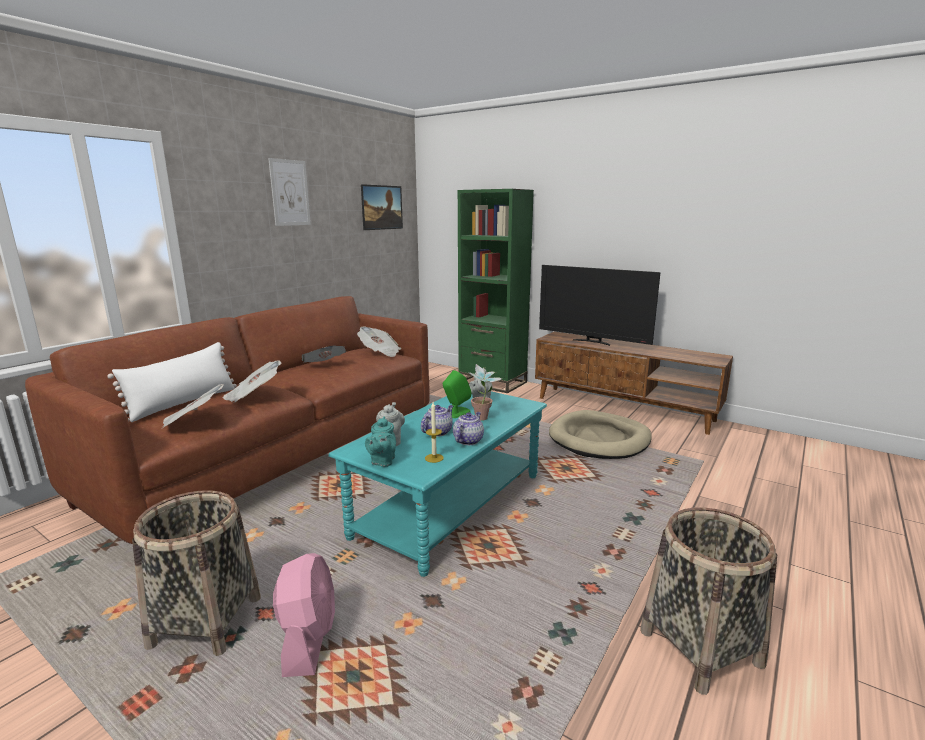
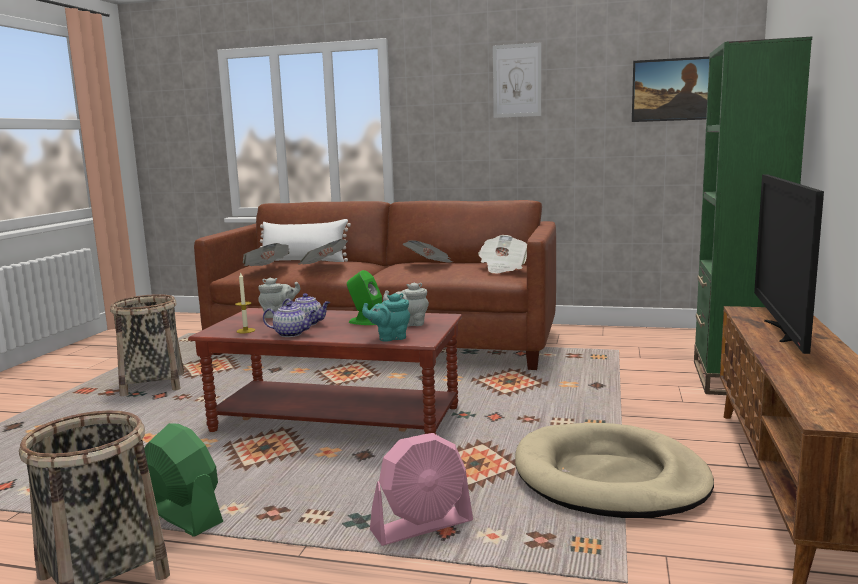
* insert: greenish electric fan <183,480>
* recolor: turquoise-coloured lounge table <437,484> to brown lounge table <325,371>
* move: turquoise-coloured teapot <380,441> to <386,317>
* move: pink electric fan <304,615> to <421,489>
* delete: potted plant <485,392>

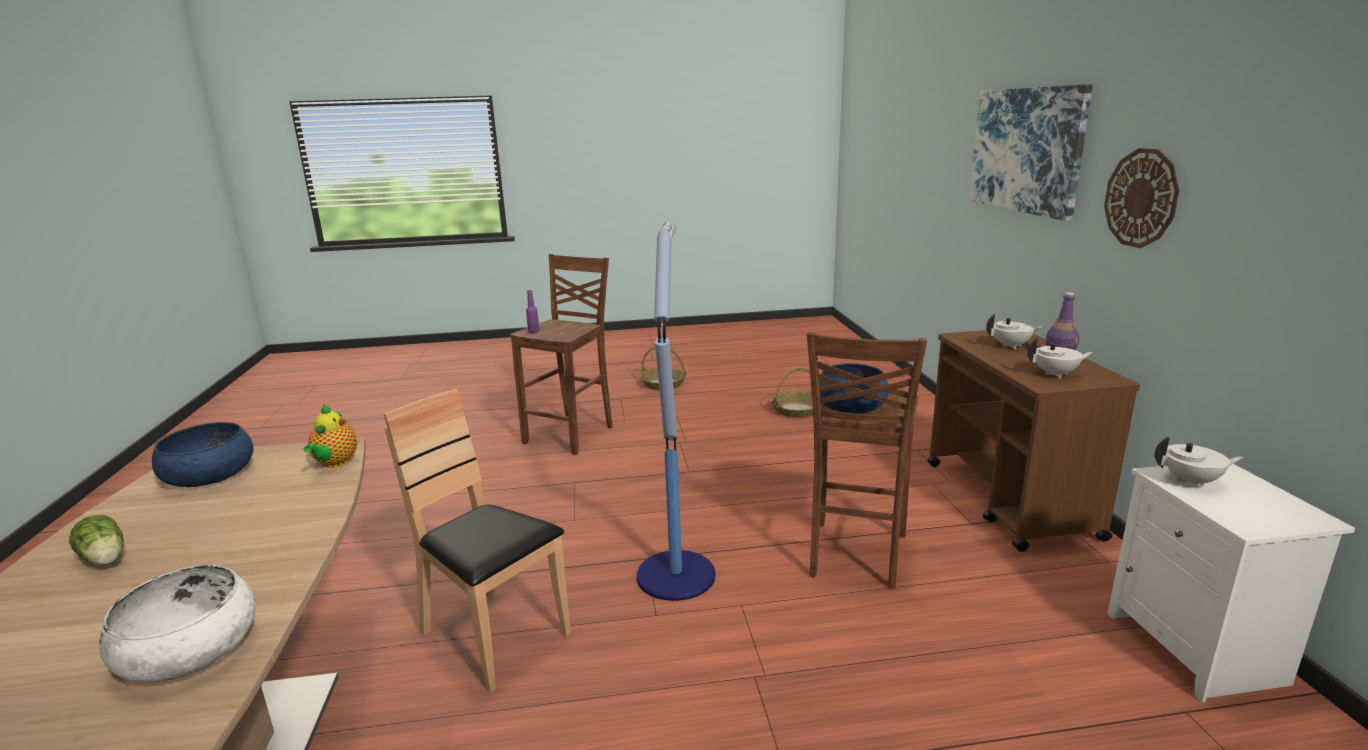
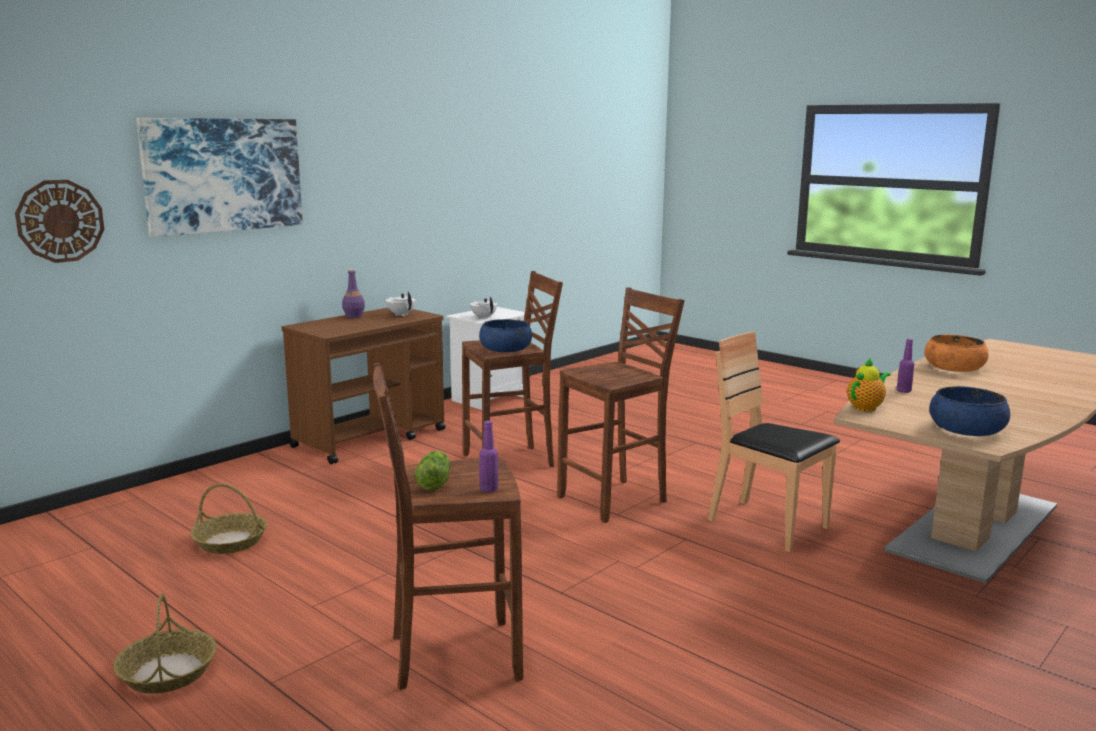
* move: wall clock <1142,198> to <59,221>
* move: lettuce <96,540> to <432,470>
* replace: standard lamp <676,411> to brown stool seat <621,405>
* rotate: brown chair <477,540> = <773,441> 135 degrees clockwise
* insert: purple bottle <905,366>
* recolor: whitish deep dish <177,623> to orangey deep dish <956,353>
* delete: whitish teapot <1014,331>

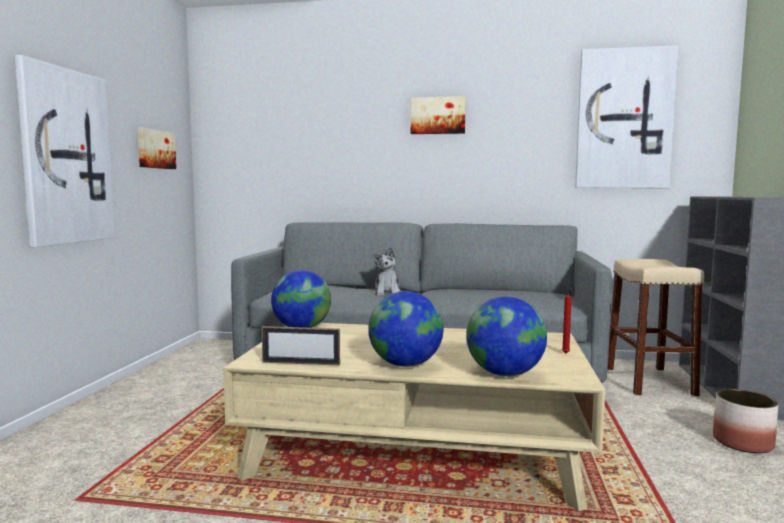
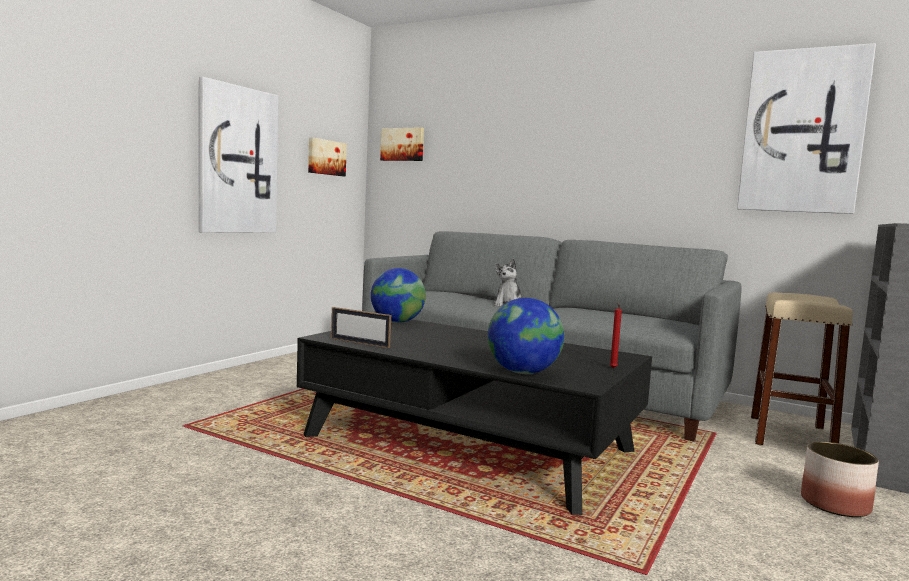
* recolor: beige lounge table <414,417> to blackish lounge table <474,417>
* move: wall picture <438,115> to <402,144>
* delete: desk globe <405,329>

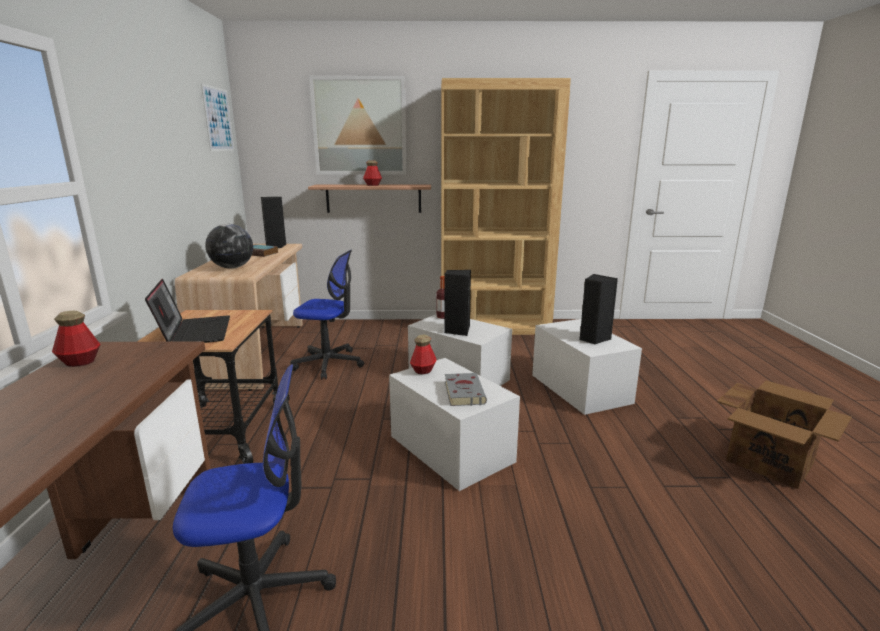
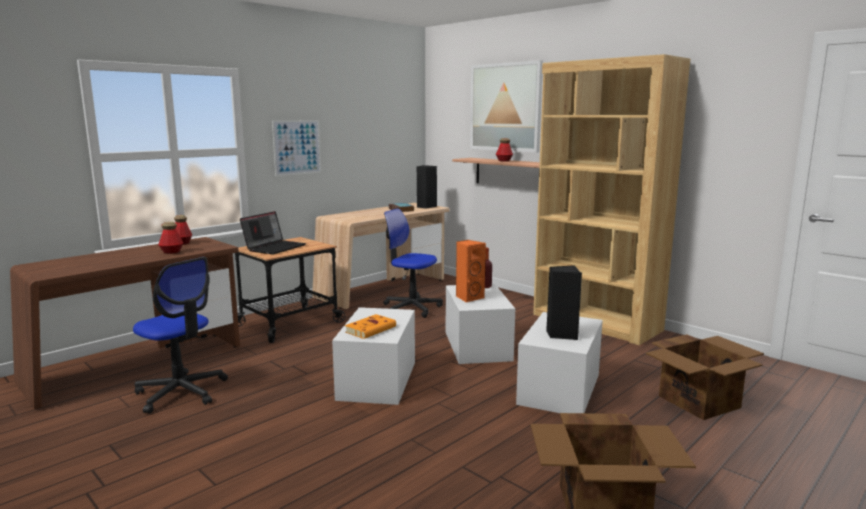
* move: bottle <423,355> to <170,238>
* move: wall picture <217,117> to <296,148>
* recolor: grey volume <466,389> to orangey volume <370,326>
* rotate: office chair <327,315> = <413,263> 150 degrees clockwise
* recolor: blackish audio speaker <457,303> to orangey audio speaker <471,271>
* insert: packing box <705,377>
* delete: desk globe <229,246>

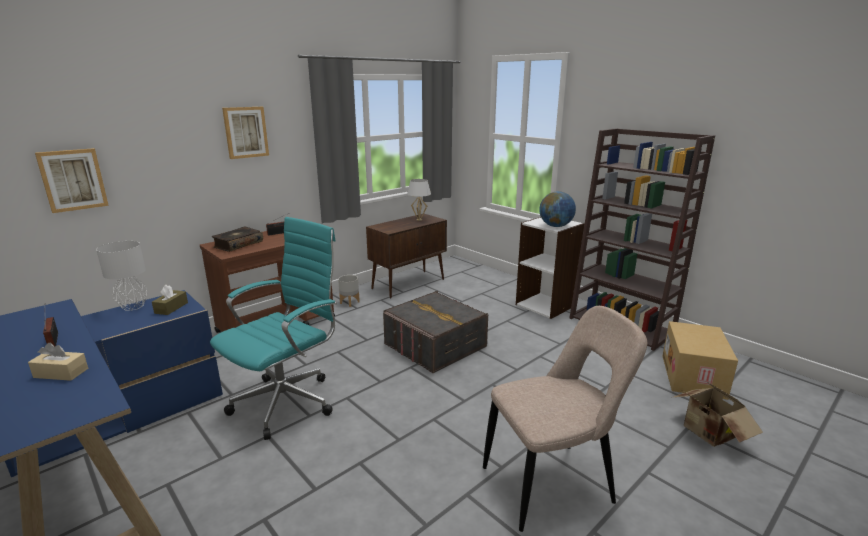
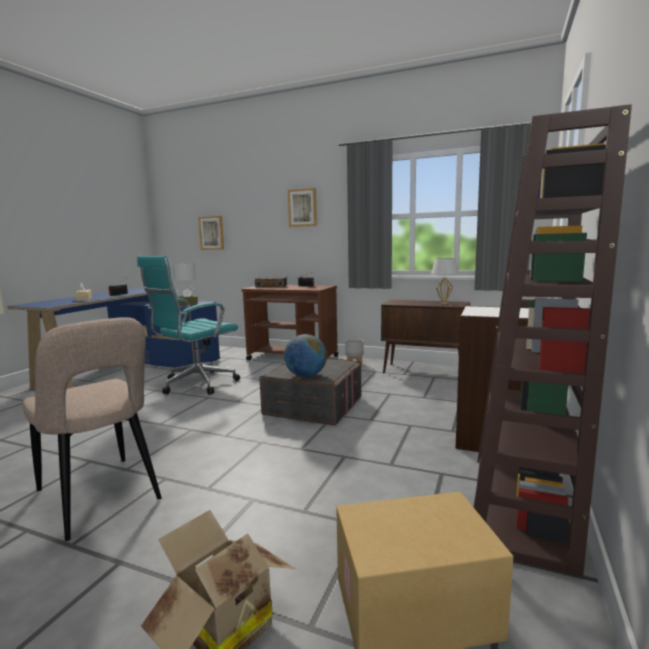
* rotate: turquoise-coloured office chair <273,328> = <188,325> 120 degrees clockwise
* move: desk globe <557,209> to <305,355>

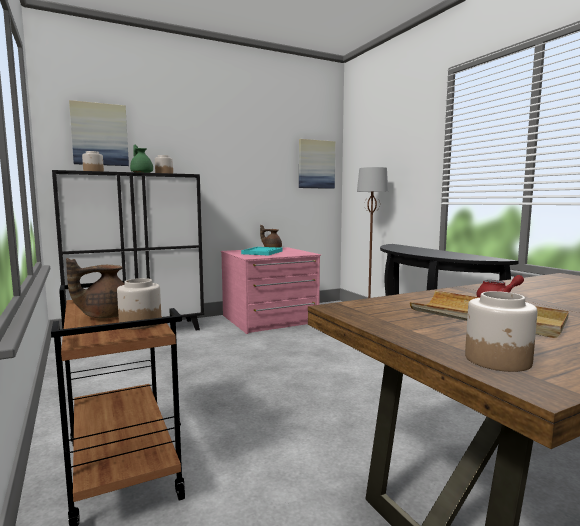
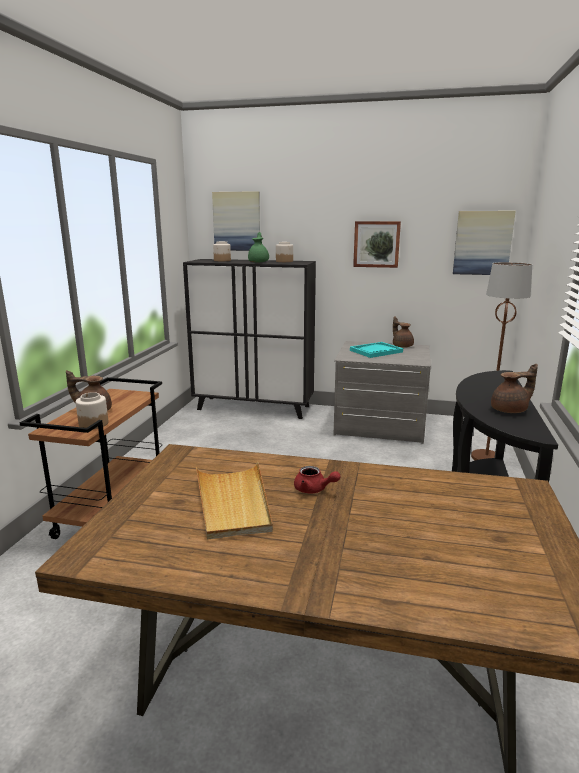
* recolor: pink dresser <271,290> to grey dresser <382,392>
* insert: wall picture <377,244>
* insert: brown teapot <514,388>
* delete: storage jar <501,331>

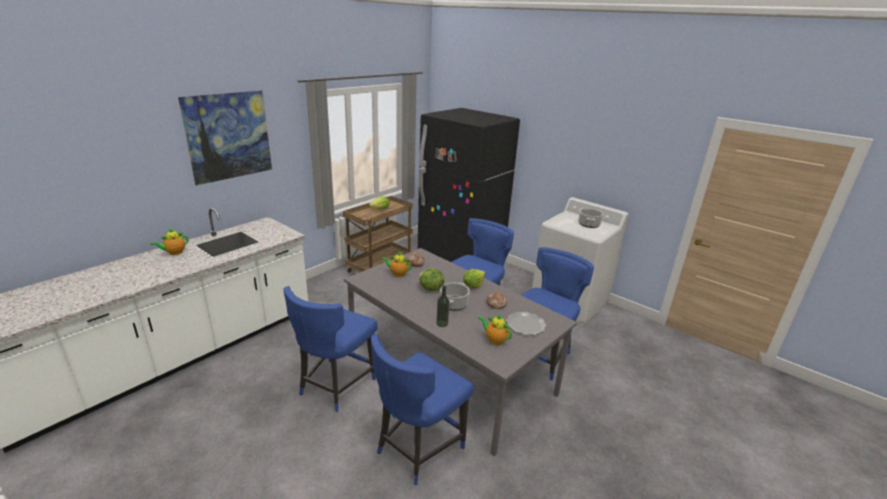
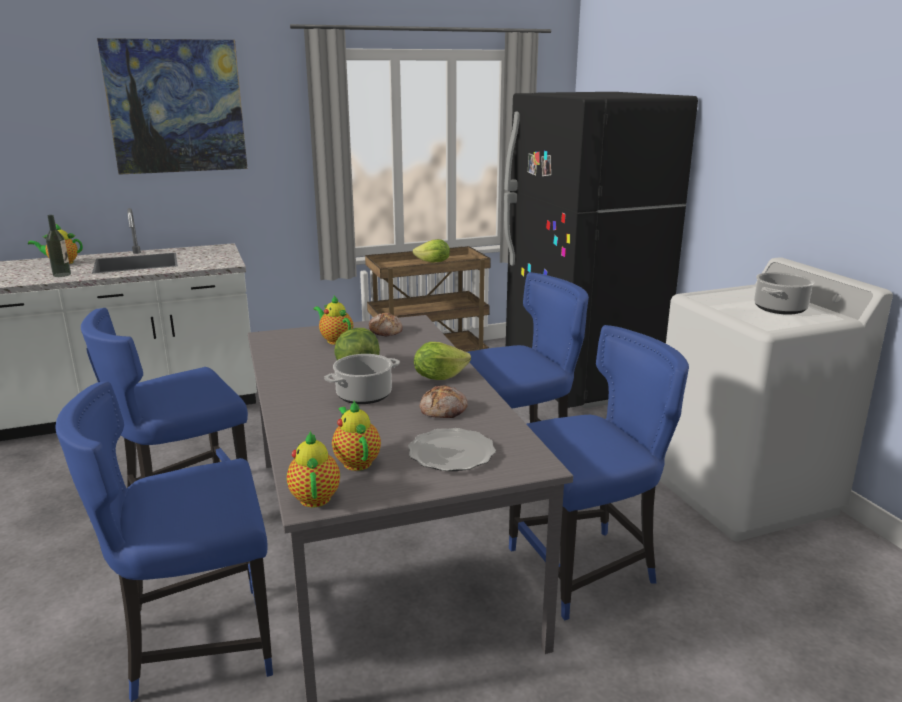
* move: bottle <442,306> to <58,246>
* insert: teapot <313,469>

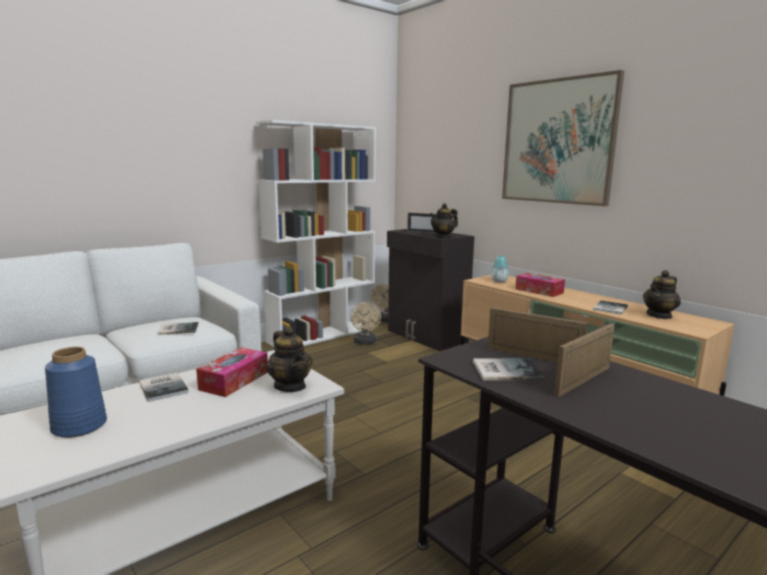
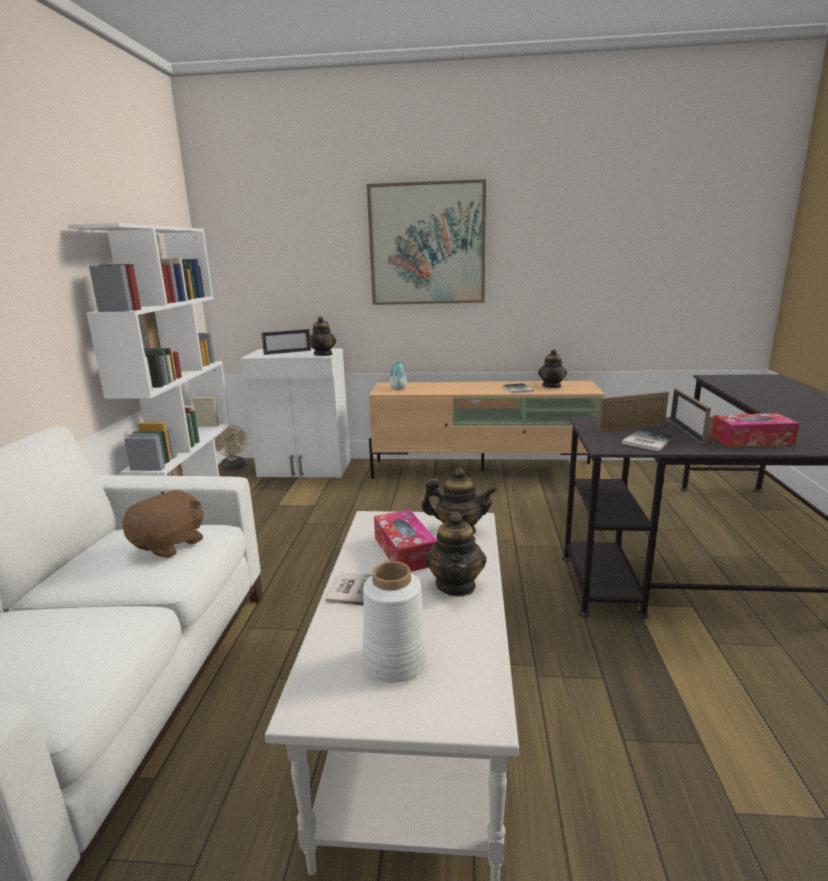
* replace: volume <178,328> to brown plush toy <163,524>
* recolor: blackish storage cabinet <430,290> to whitish storage cabinet <295,413>
* recolor: blue-coloured vase <76,392> to whitish vase <395,622>
* insert: teapot <456,554>
* move: tissue box <540,285> to <755,430>
* delete: beige electric fan <366,323>

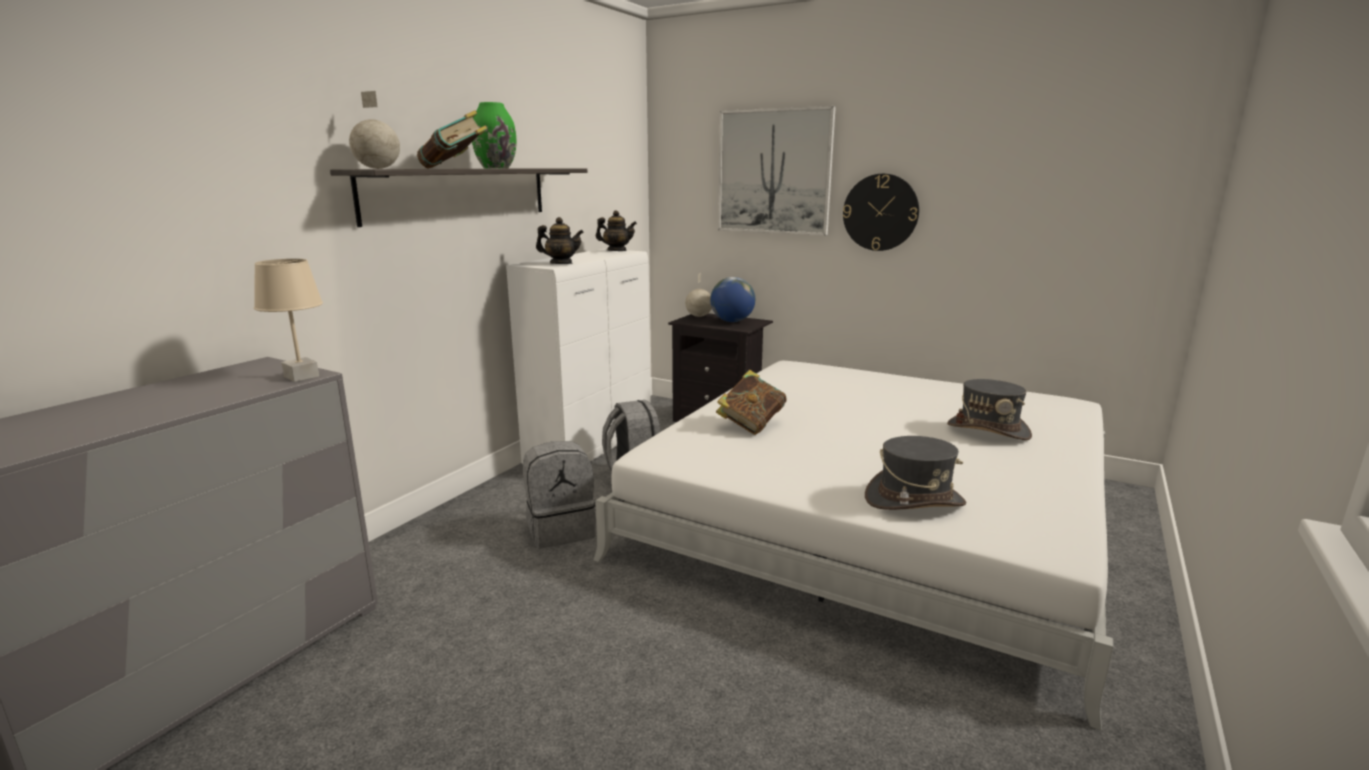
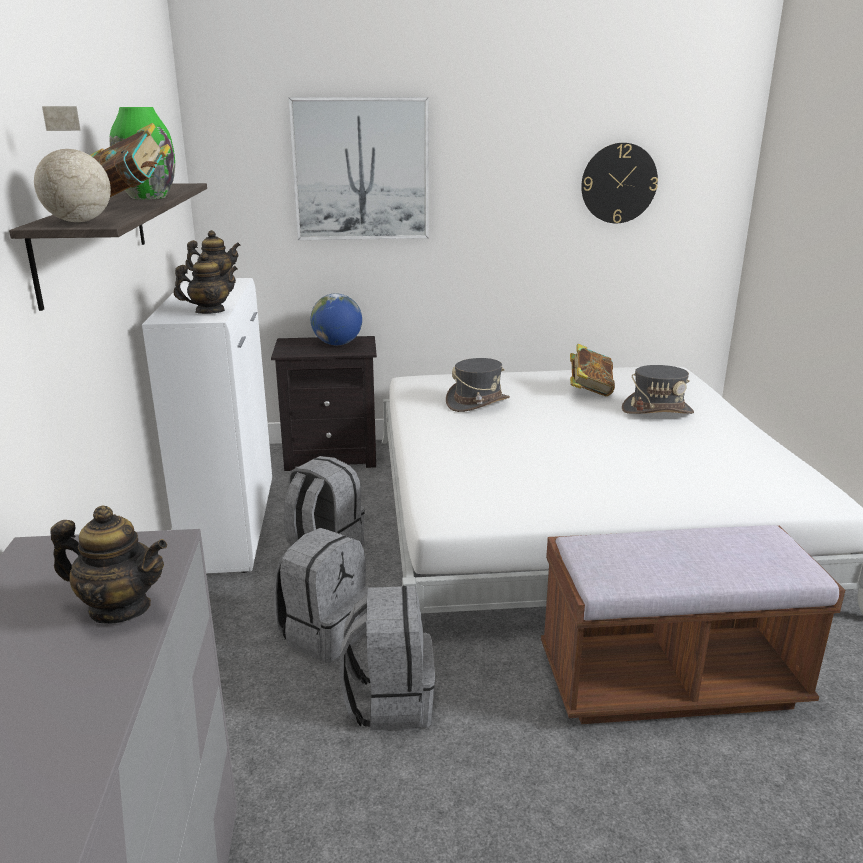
* insert: teapot <108,564>
* insert: grey knapsack <387,658>
* move: grey hat <915,473> to <478,385>
* insert: brown bench <693,624>
* move: volume <751,402> to <592,370>
* move: wall clock <881,212> to <619,183>
* delete: beige table lamp <288,320>
* delete: desk globe <698,295>

